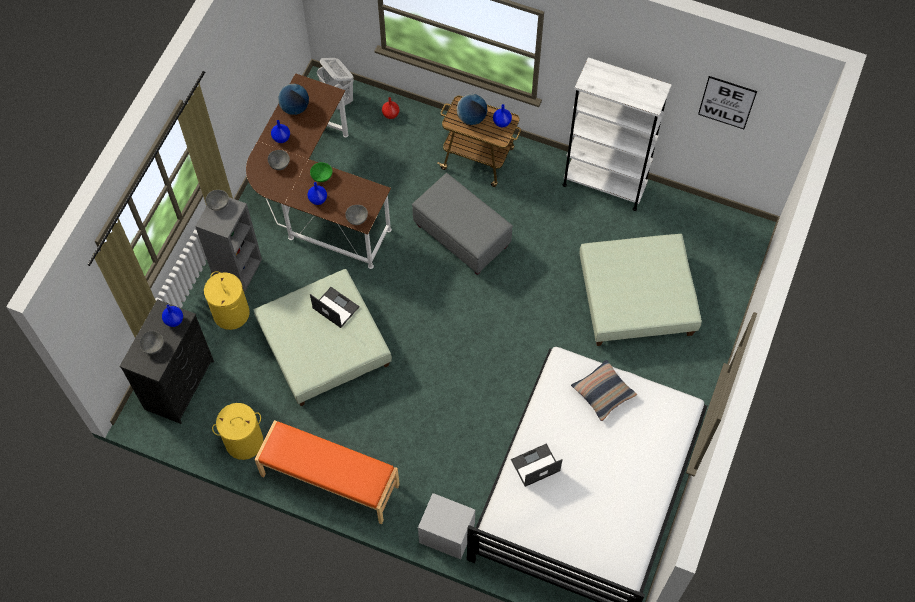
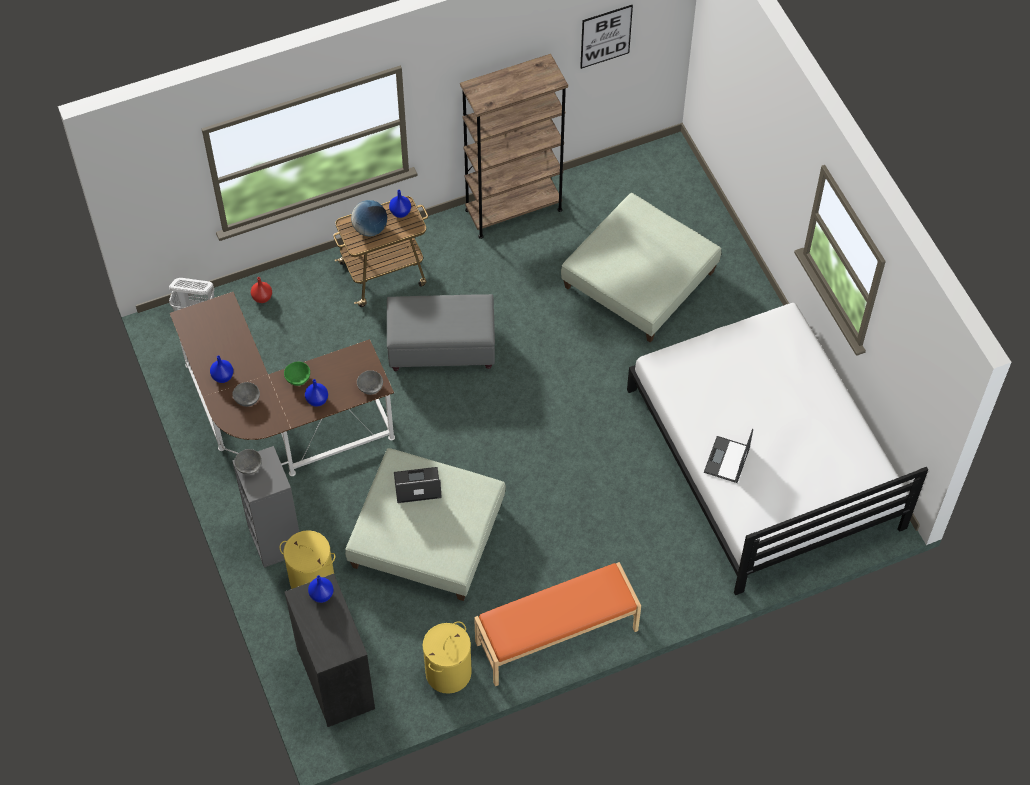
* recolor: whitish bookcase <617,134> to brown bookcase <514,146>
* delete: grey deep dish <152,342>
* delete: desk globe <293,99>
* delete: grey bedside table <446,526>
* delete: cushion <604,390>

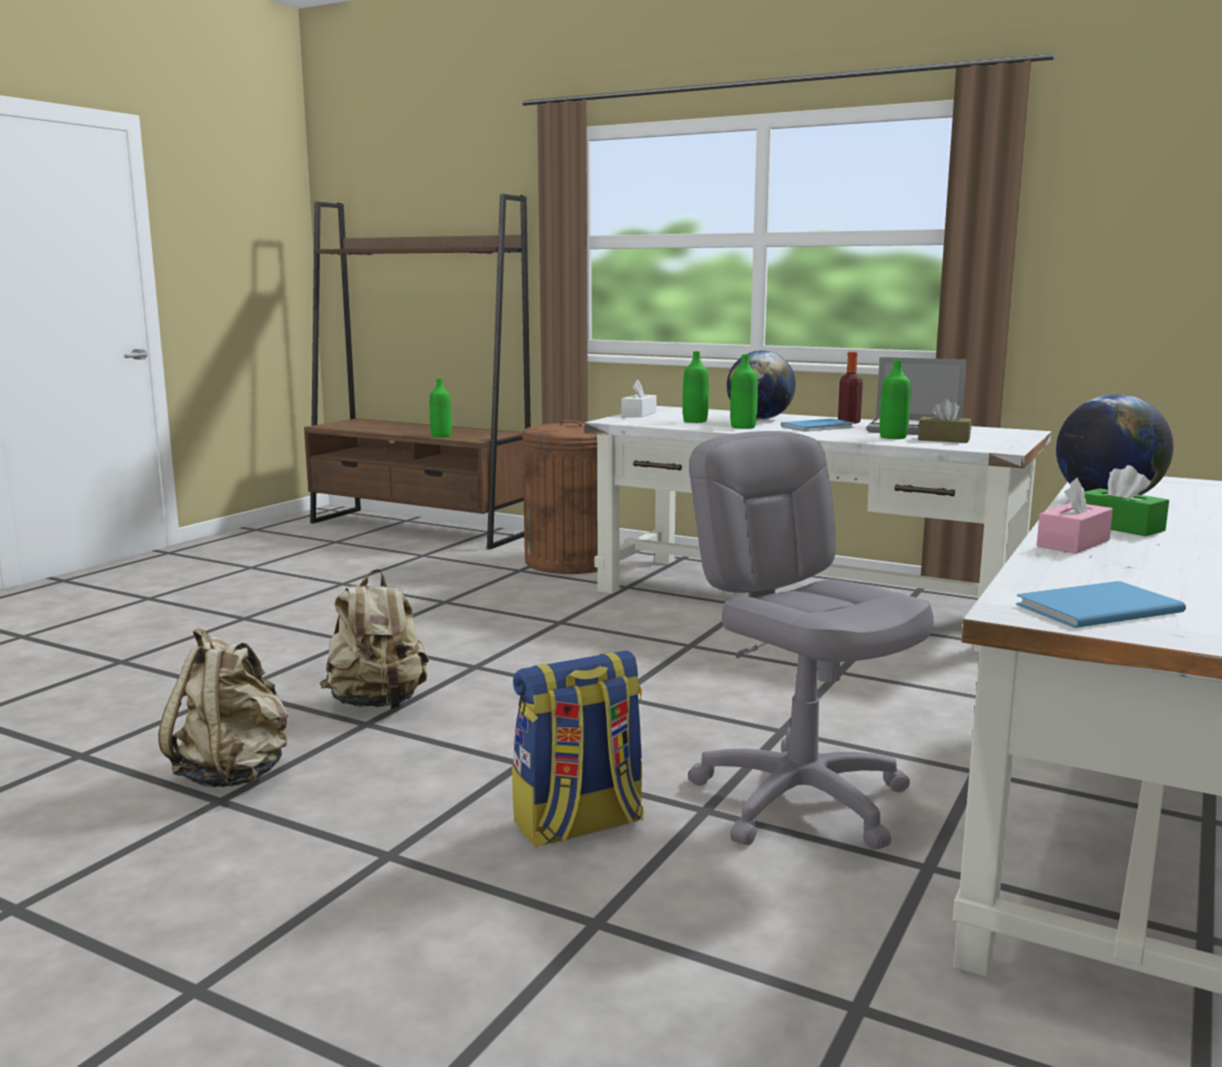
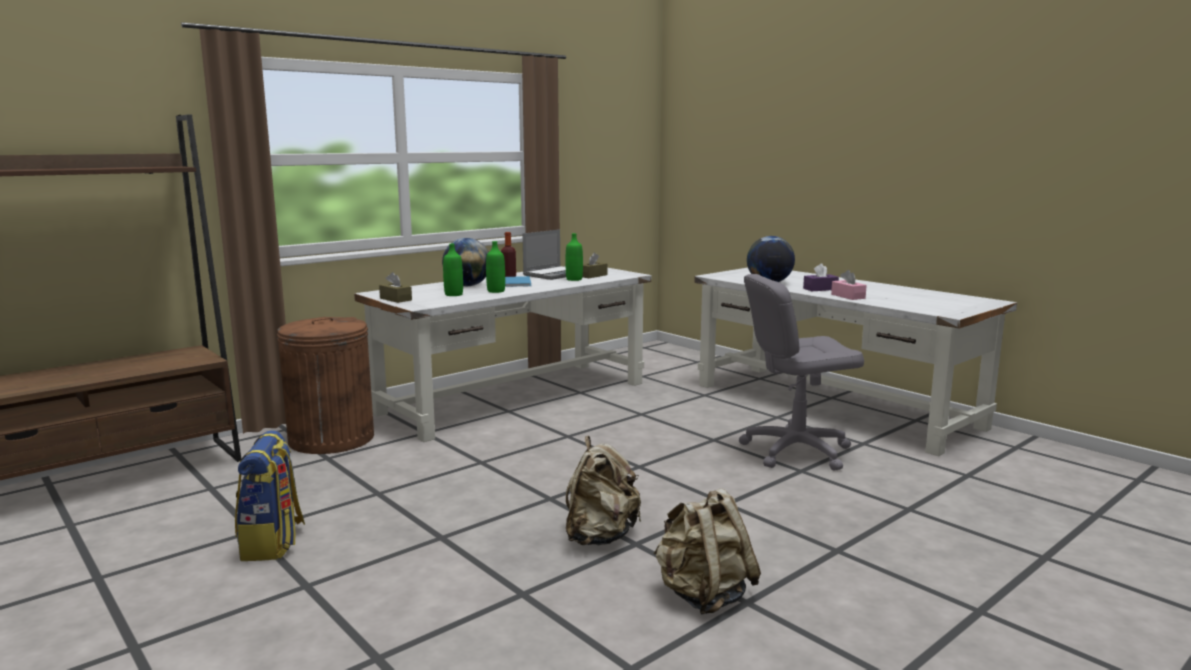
* move: knapsack <578,749> to <270,495>
* recolor: whitish tissue box <639,398> to brown tissue box <395,287>
* recolor: greenish tissue box <1126,500> to purple tissue box <821,277>
* delete: greenish bottle <440,408>
* delete: blue-coloured volume <1101,604>

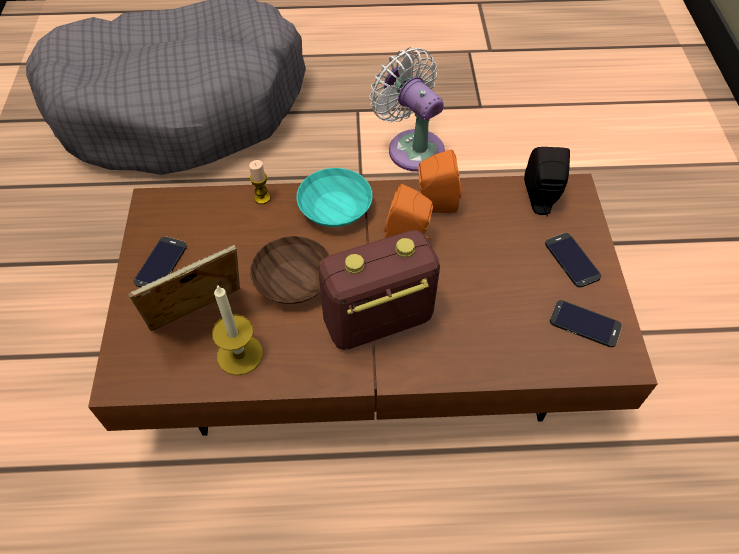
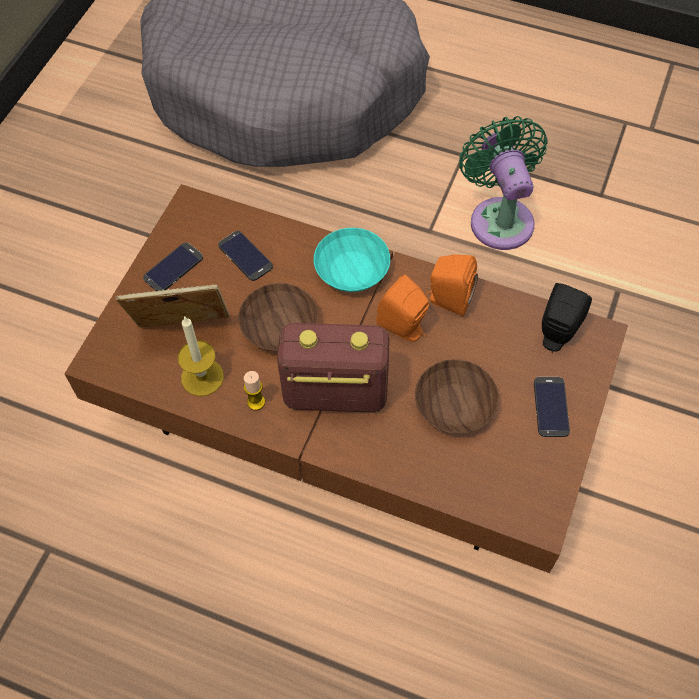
* move: handset <586,323> to <245,256>
* move: wax light <259,182> to <254,390>
* insert: brown deep dish <457,396>
* recolor: whitish electric fan <407,109> to greenish electric fan <503,183>

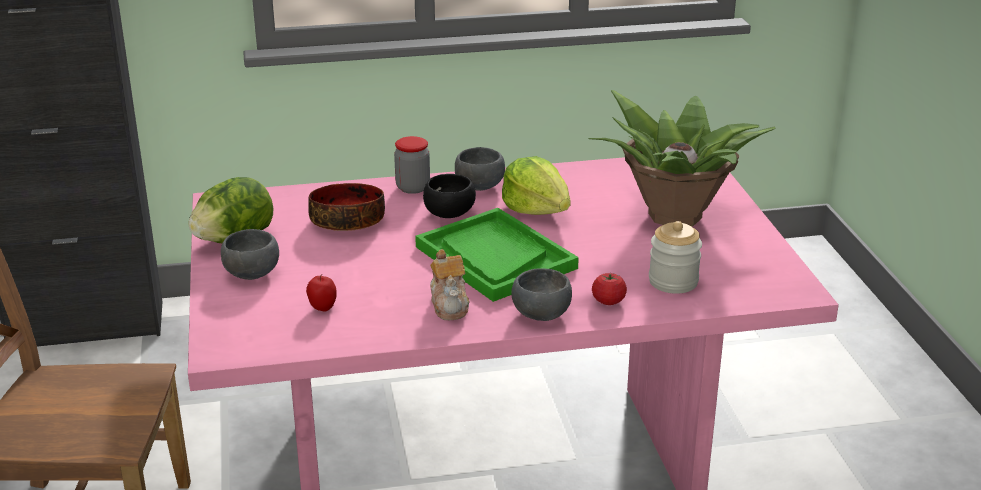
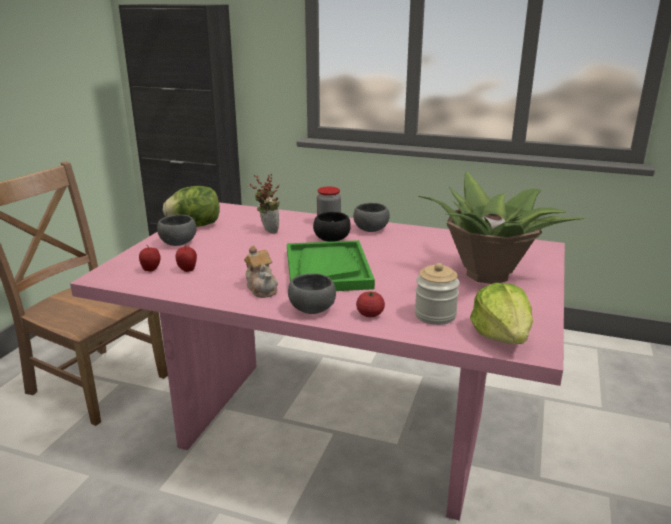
* insert: apple fruit <150,258>
* rotate: teapot <450,284> = <261,271> 45 degrees counterclockwise
* replace: deep dish <346,207> to potted plant <265,203>
* move: lettuce <536,185> to <501,313>

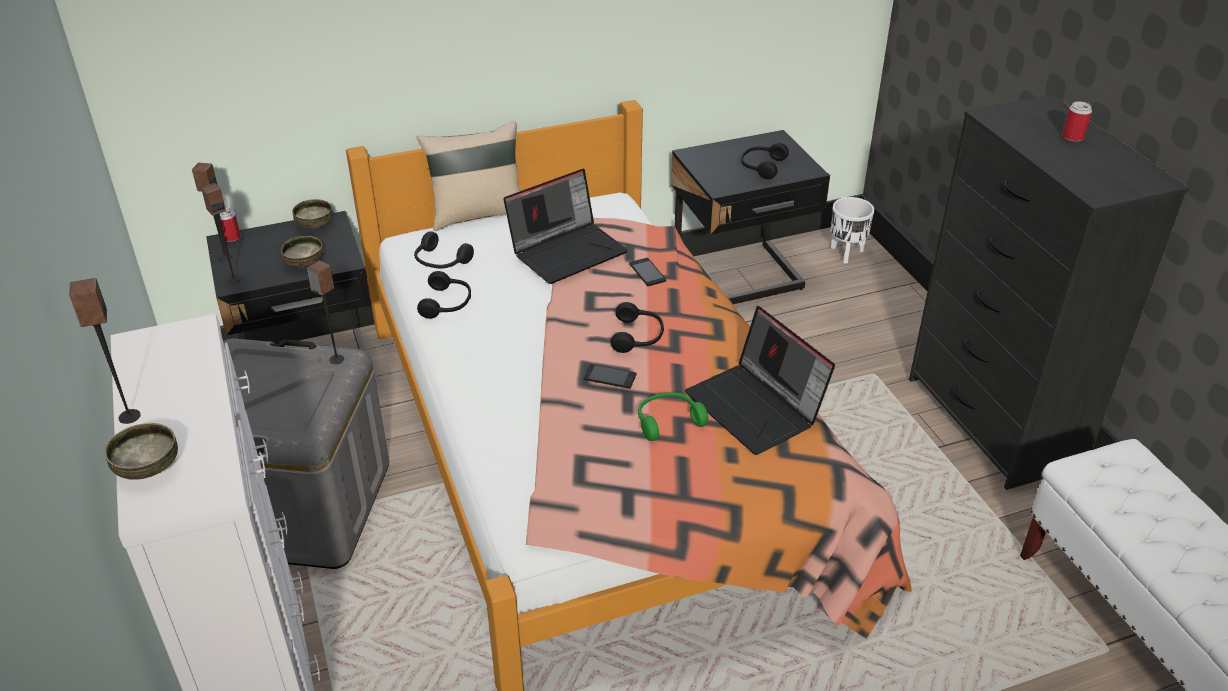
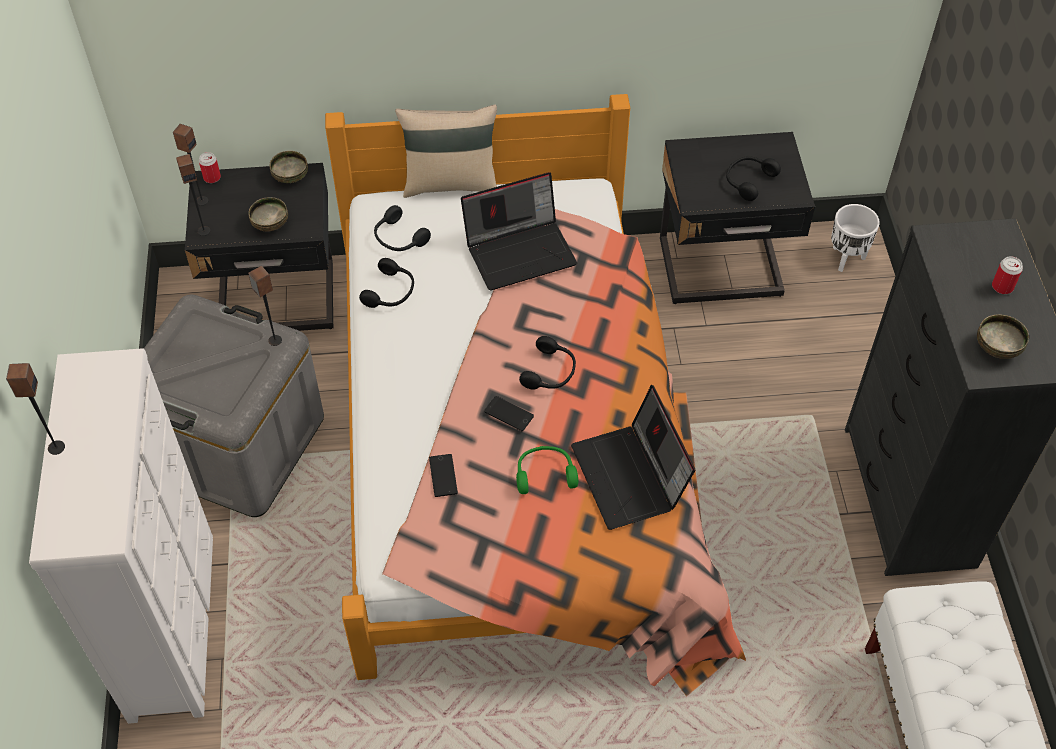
* move: handset <647,272> to <443,475>
* move: deep dish <141,451> to <1003,336>

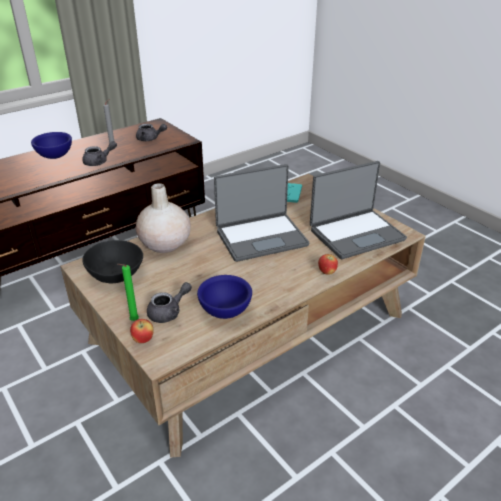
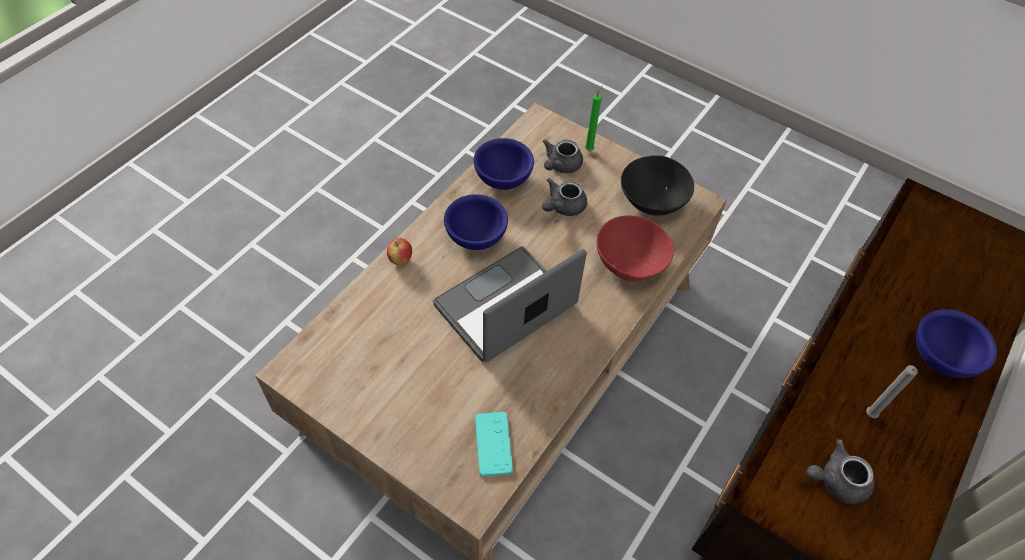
* insert: blue-coloured deep dish <476,222>
* move: grey teapot <99,153> to <564,197>
* replace: beige vase <163,218> to red deep dish <635,248>
* delete: apple fruit <141,331>
* delete: notebook computer <358,210>

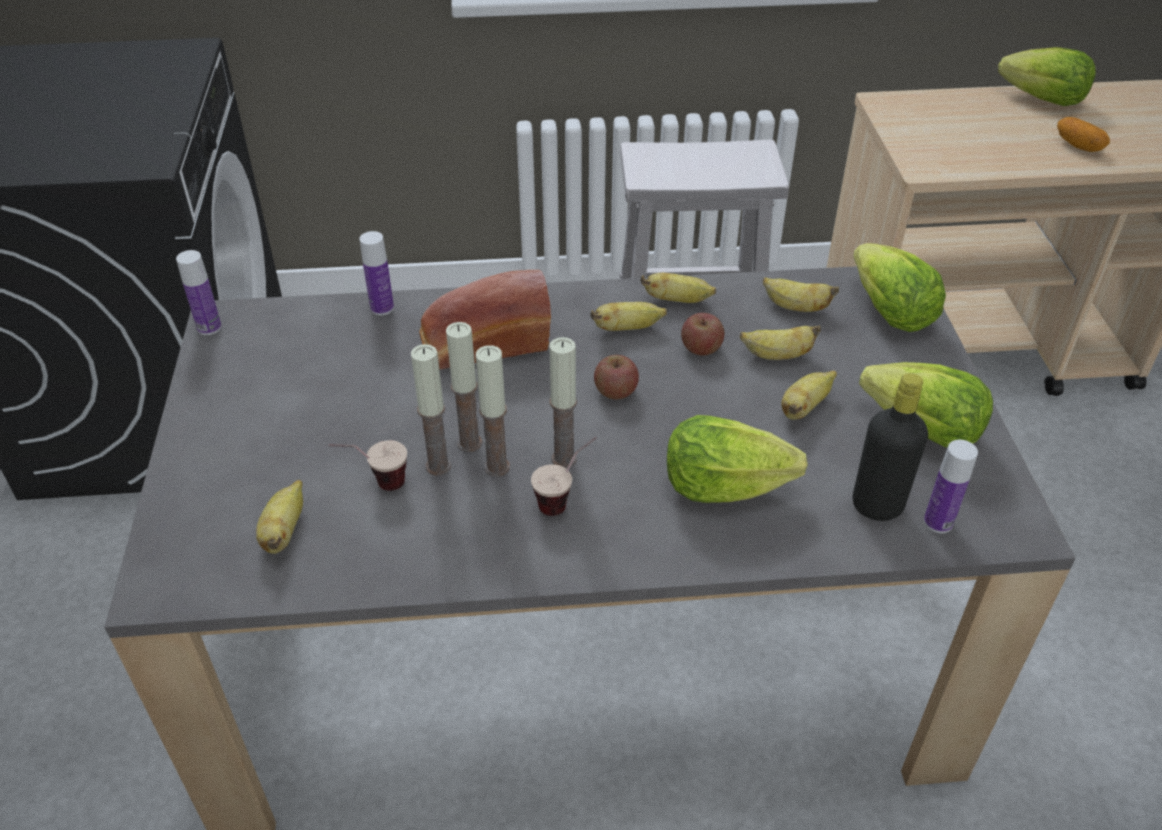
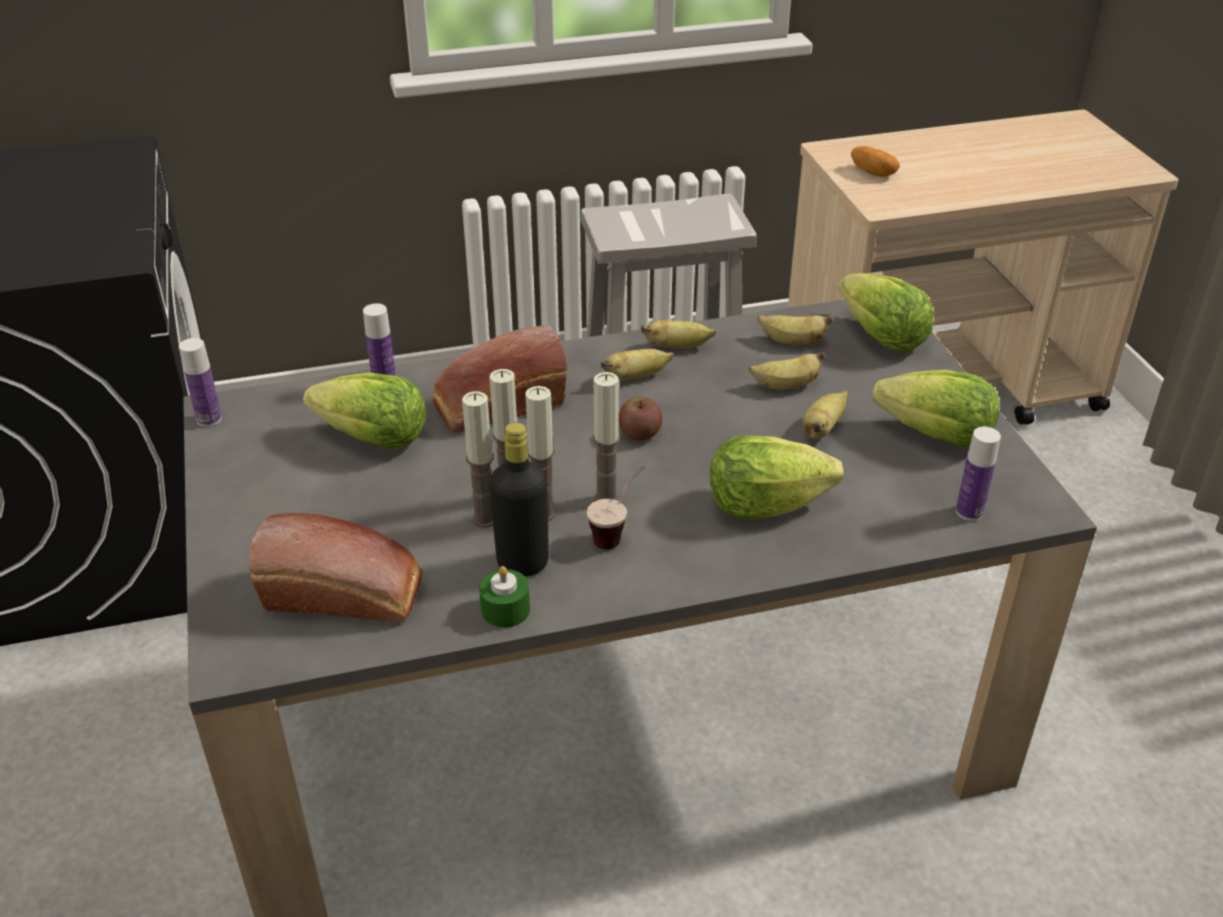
* replace: banana fruit <279,517> to bread <335,567>
* move: lettuce <1047,76> to <365,411>
* insert: greenish wax light <504,597>
* move: blackish bottle <890,447> to <519,500>
* move: whole potato <1083,134> to <875,161>
* delete: drinking cup <367,465>
* delete: apple fruit <702,334>

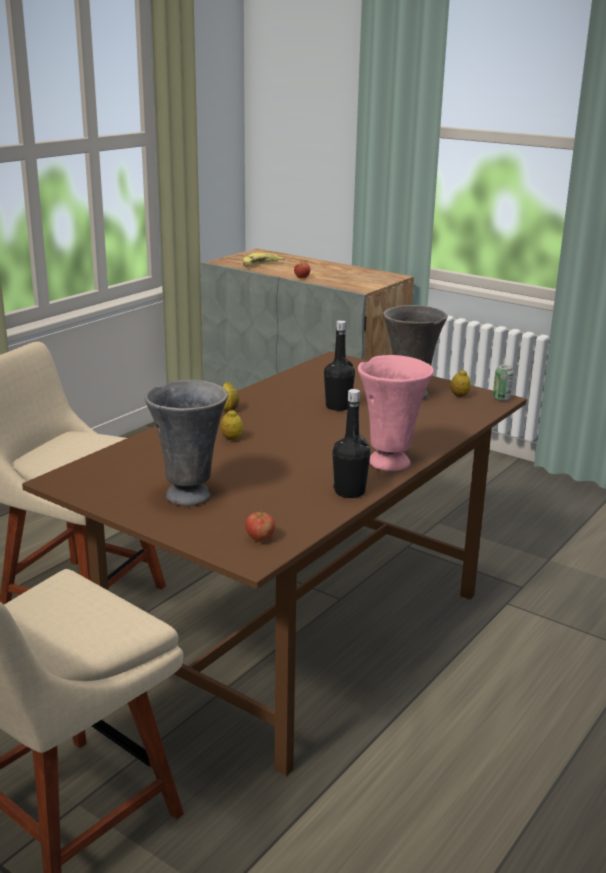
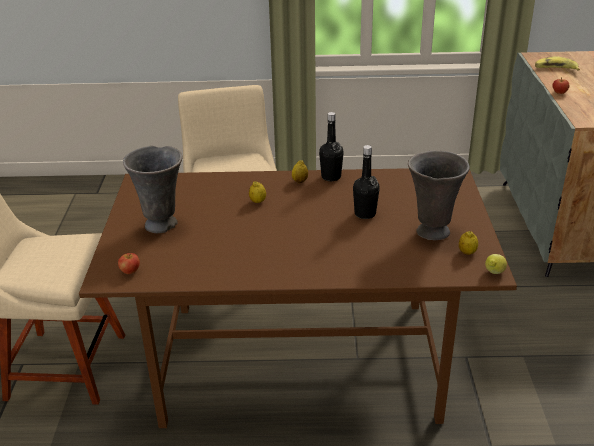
* move: blackish bottle <351,443> to <331,146>
* replace: metal can <503,383> to lemon <496,264>
* delete: pink vase <396,413>

